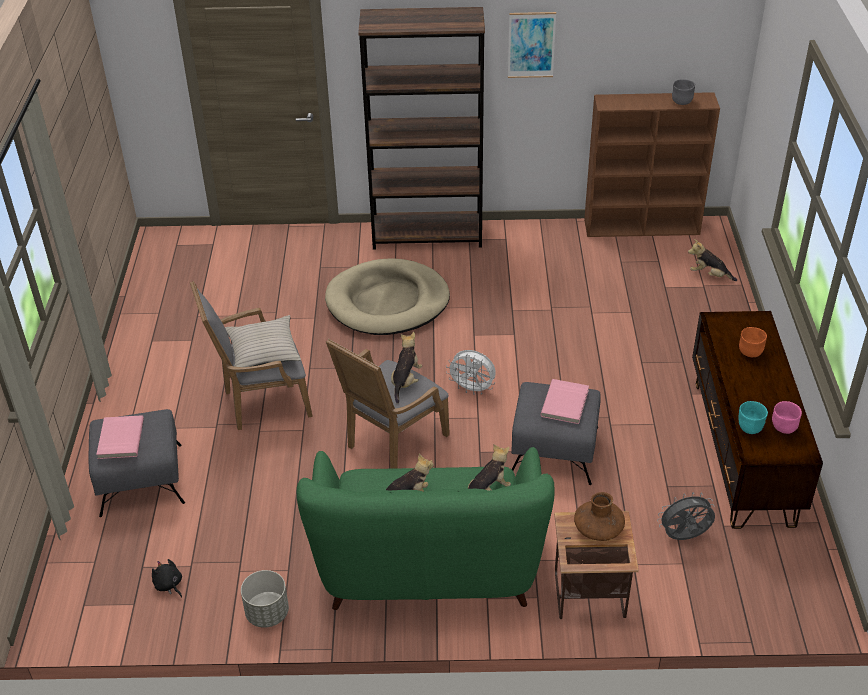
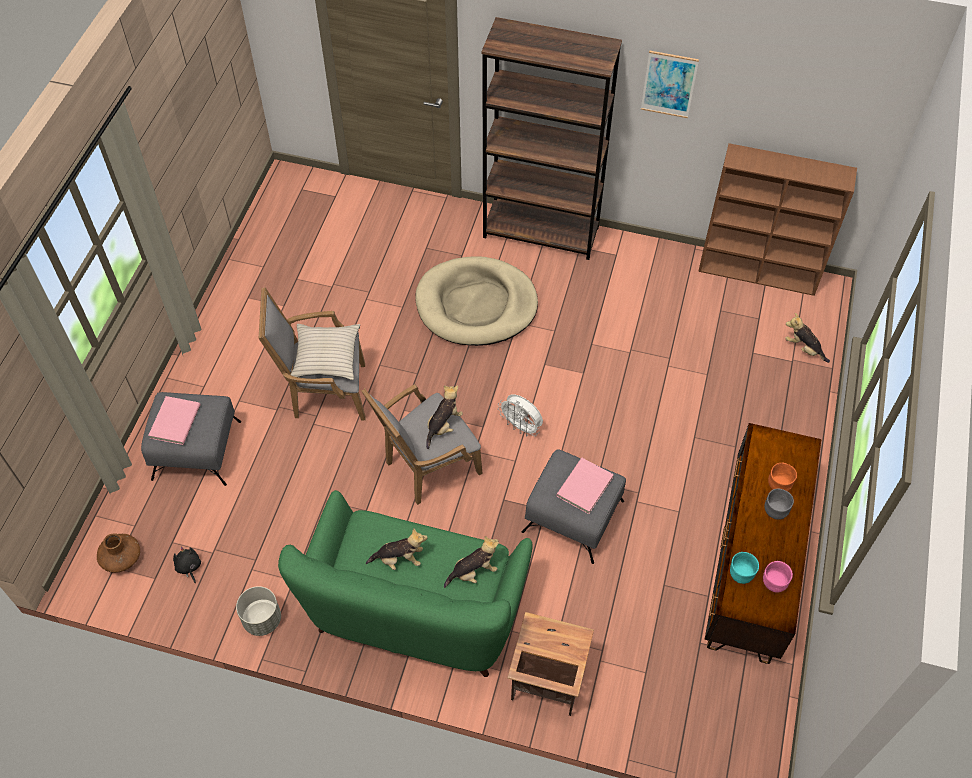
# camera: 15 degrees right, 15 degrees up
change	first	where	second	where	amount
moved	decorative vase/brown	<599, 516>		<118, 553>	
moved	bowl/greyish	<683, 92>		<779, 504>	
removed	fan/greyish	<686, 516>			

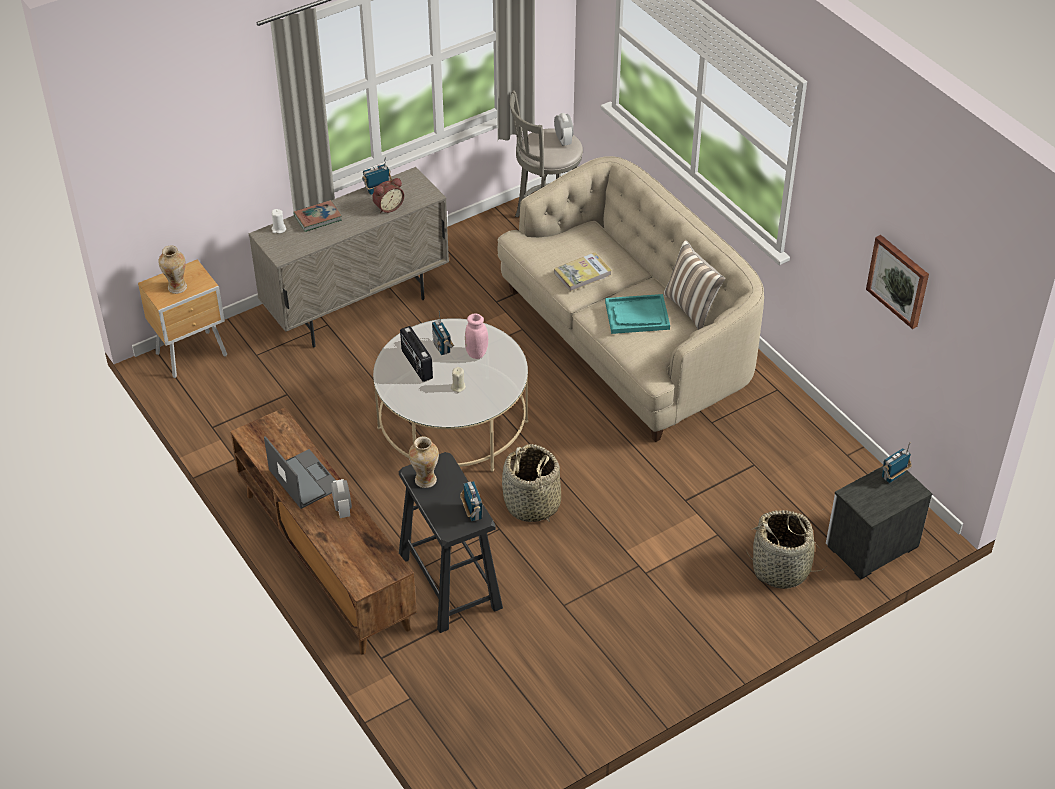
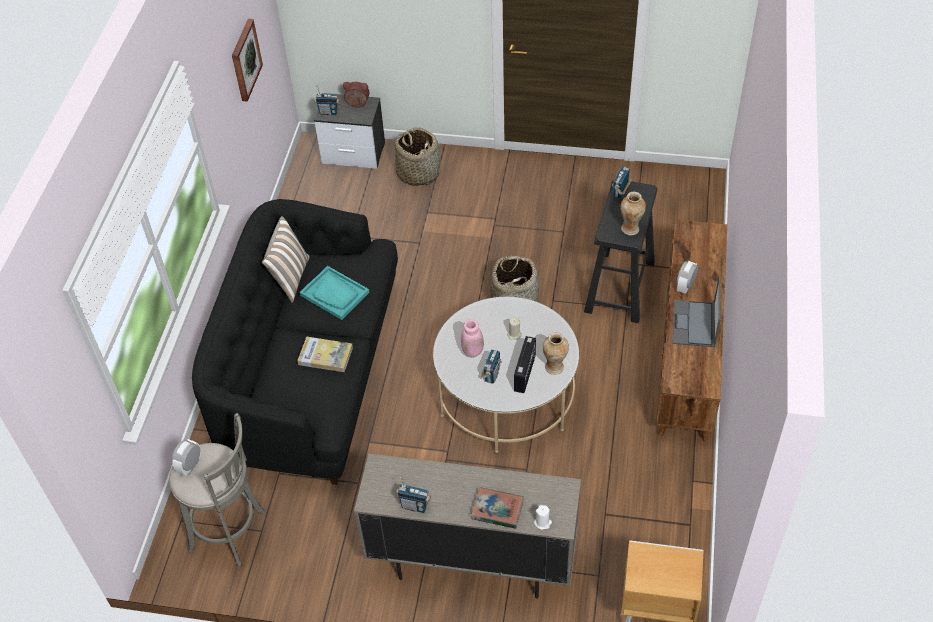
# camera: 135 degrees left, 5 degrees up
change	first	where	second	where	amount
recoloured	couch/beige-coloured	<631, 299>	couch/black-coloured	<295, 342>	
moved	table clock	<388, 195>		<356, 95>	
moved	decorative vase	<172, 269>		<556, 353>	

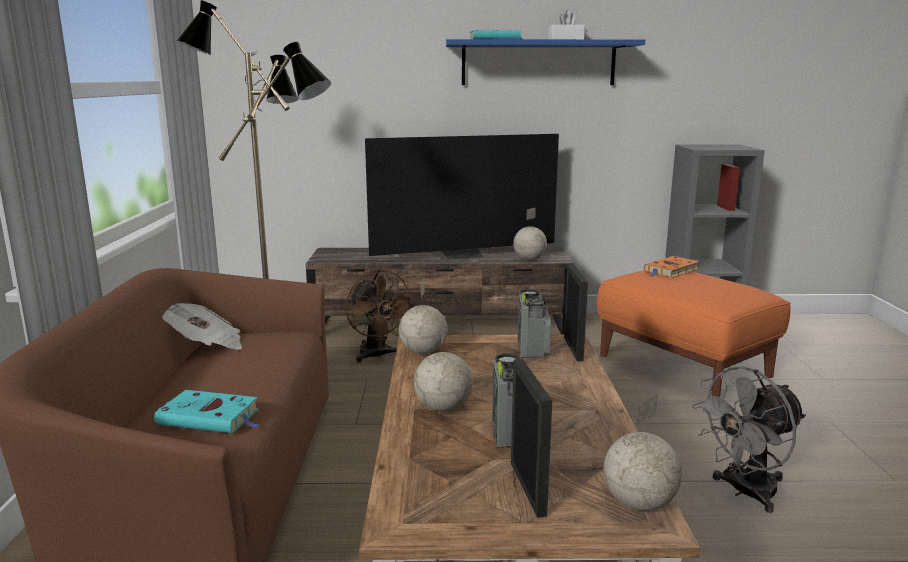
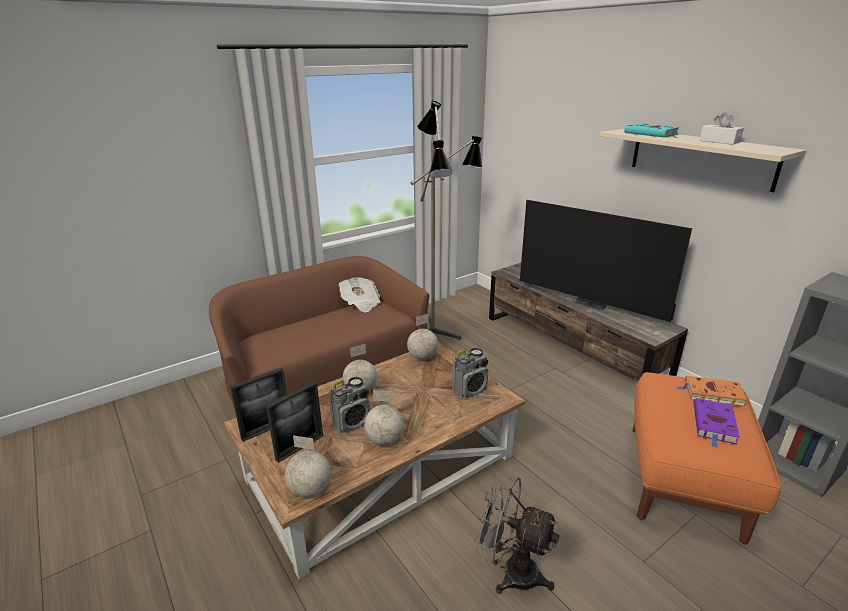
# camera: 55 degrees right, 10 degrees up
change	first	where	second	where	amount
moved	standing frame	<576, 312>		<258, 405>	
moved	globe	<530, 233>		<384, 417>	
recoloured	wall shelf/blue	<545, 62>	wall shelf/beige-coloured	<703, 160>	
added			bound book/purple-coloured	<716, 423>	
removed	bound book/turquoise-coloured	<207, 411>			
removed	fan/brown	<381, 315>			

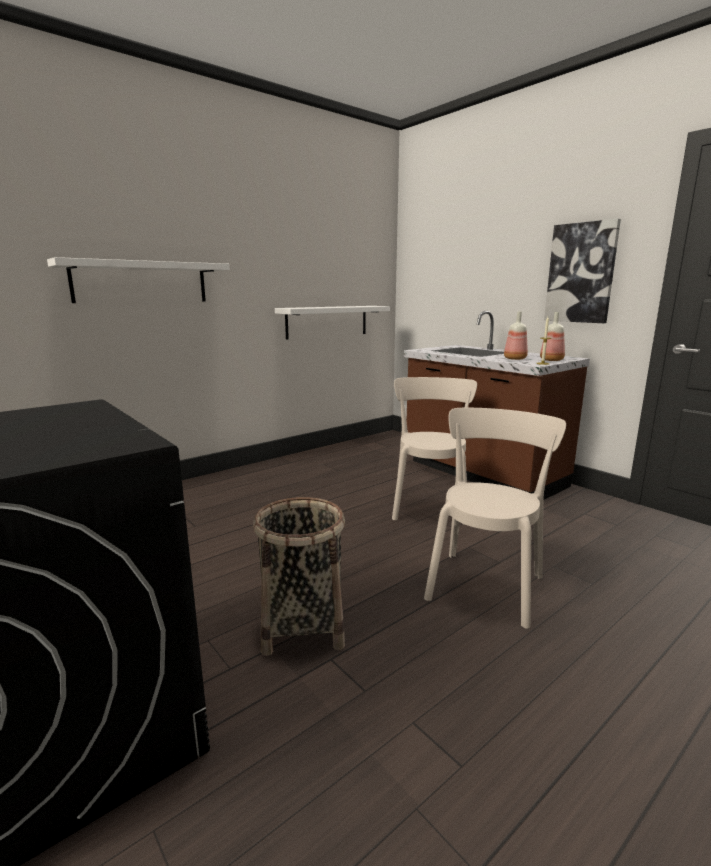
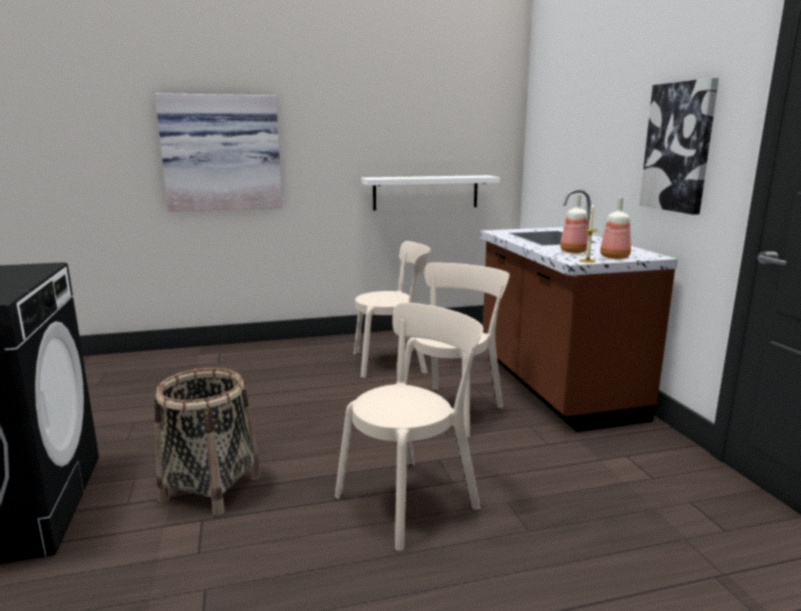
# camera: 25 degrees right, 0 degrees up
change	first	where	second	where	amount
replaced	wall shelf/whitish	<138, 280>	picture	<218, 152>	
added			upright chair/beige-coloured	<392, 309>	

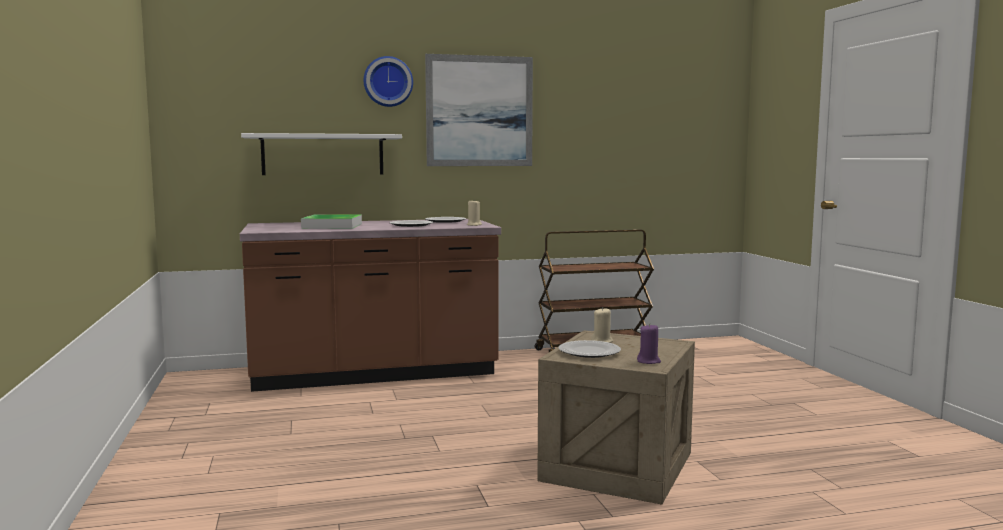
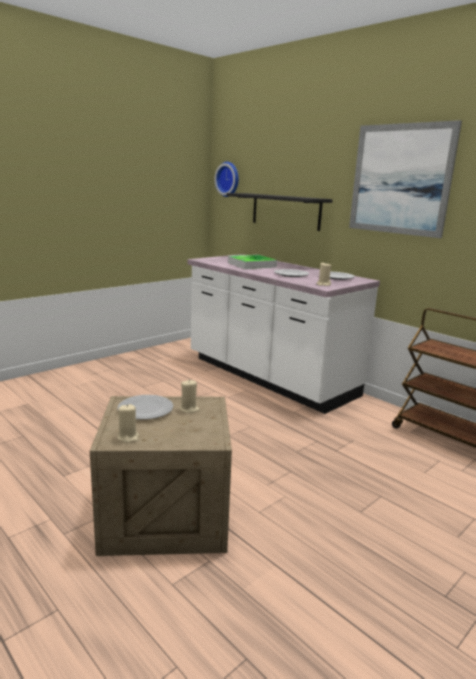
# camera: 60 degrees right, 10 degrees up
change	first	where	second	where	amount
recoloured	wax light/purple-coloured	<649, 343>	wax light/beige-coloured	<128, 423>	
recoloured	kitchen base unit/brown	<370, 305>	kitchen base unit/whitish	<284, 334>	
moved	wall clock	<388, 81>		<226, 179>	
recoloured	wall shelf/whitish	<321, 154>	wall shelf/black-coloured	<279, 212>	

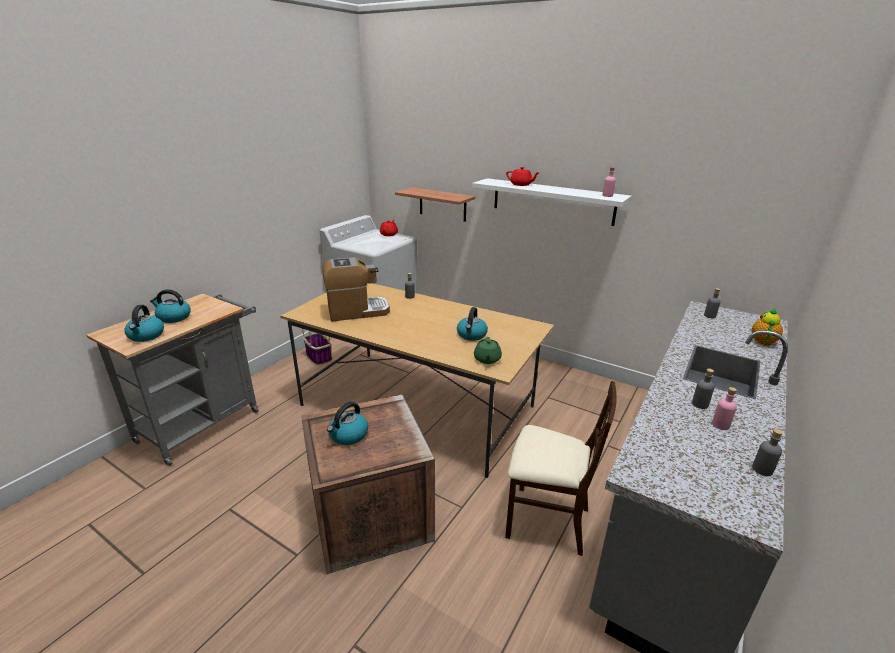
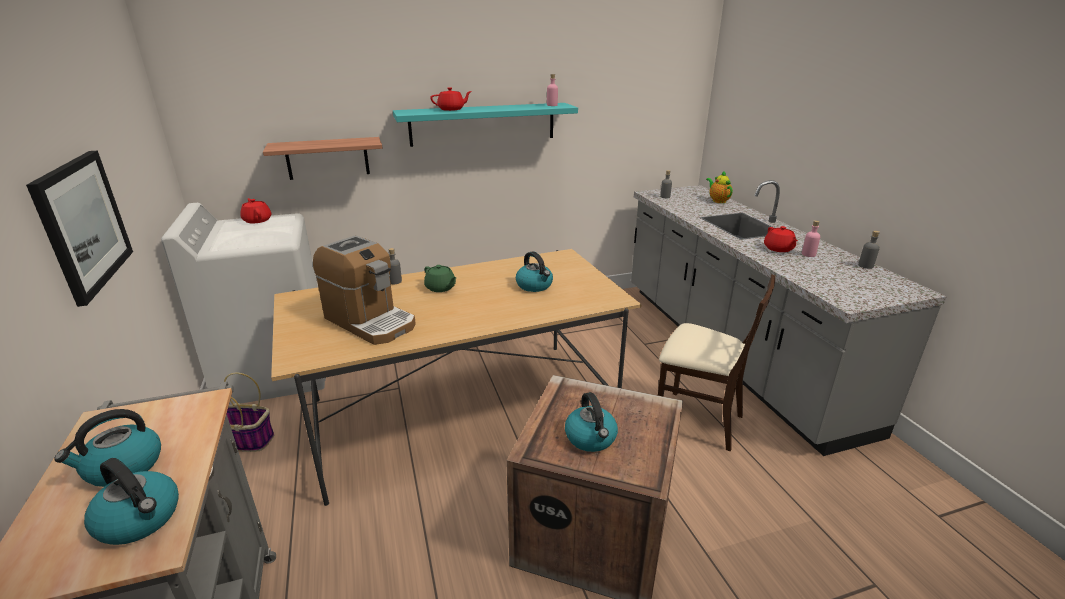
# camera: 50 degrees left, 0 degrees up
change	first	where	second	where	amount
added			picture	<79, 228>	
turned	coffee machine	<356, 289>		<364, 290>	105 degrees clockwise
recoloured	wall shelf/whitish	<552, 202>	wall shelf/turquoise-coloured	<485, 125>	
moved	tea pot/greenish	<488, 350>		<440, 278>	
turned	upright chair/beige-coloured	<561, 468>		<716, 363>	60 degrees clockwise
replaced	drink bottle/greyish	<703, 388>	tea pot/reddish	<781, 239>	

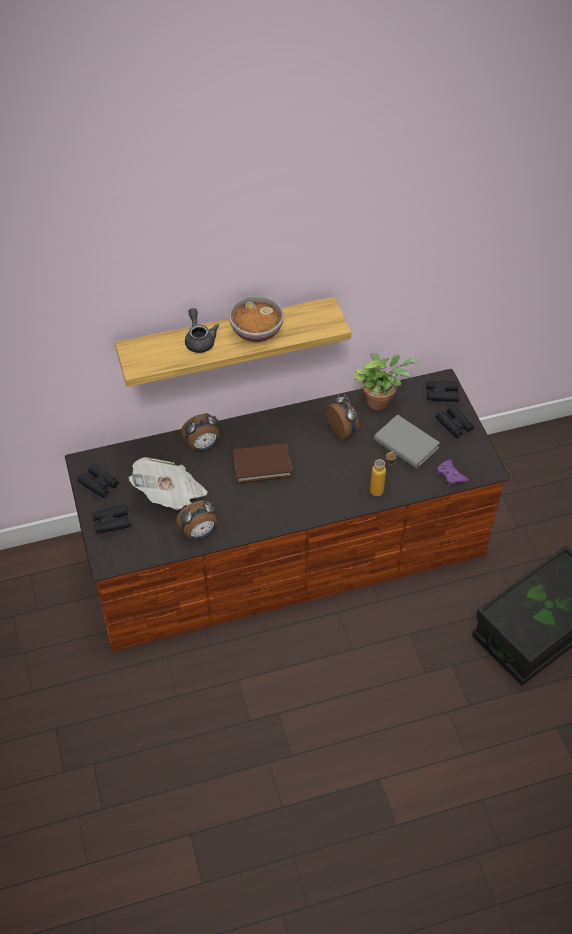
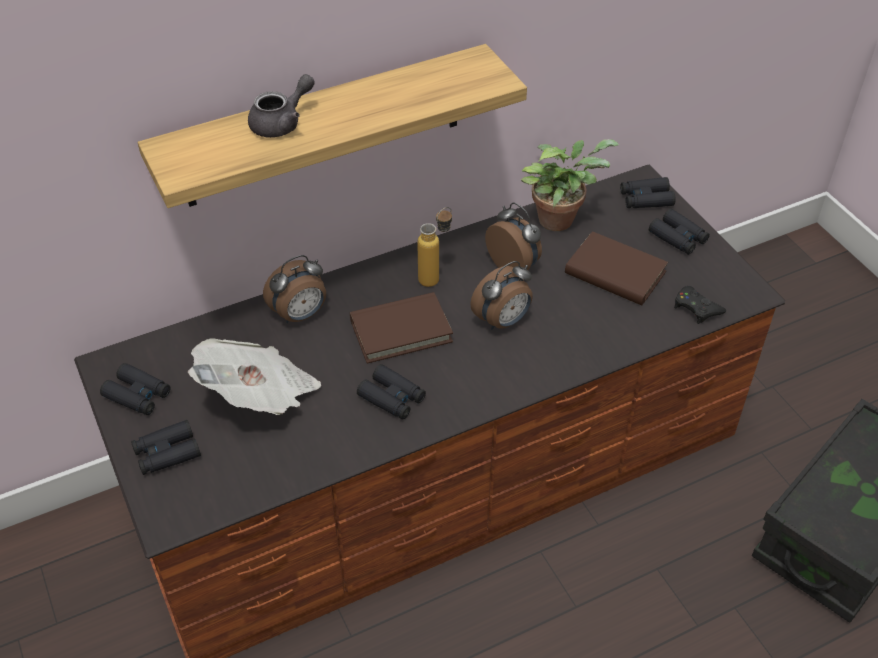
# camera: 10 degrees left, 5 degrees down
change	first	where	second	where	amount
turned	tea pot/greyish	<202, 330>		<281, 106>	75 degrees clockwise
added			field glasses/black-coloured	<391, 392>	
moved	drink bottle	<383, 473>		<434, 247>	
moved	table clock	<196, 519>		<501, 295>	
recoloured	bound book/greyish	<407, 441>	bound book/brown	<616, 268>	
recoloured	game controller/purple-coloured	<453, 473>	game controller/black-coloured	<700, 305>	
removed	bowl	<256, 319>			

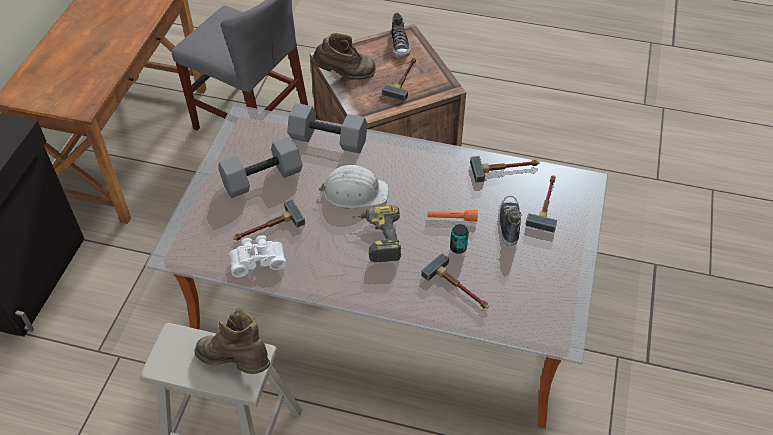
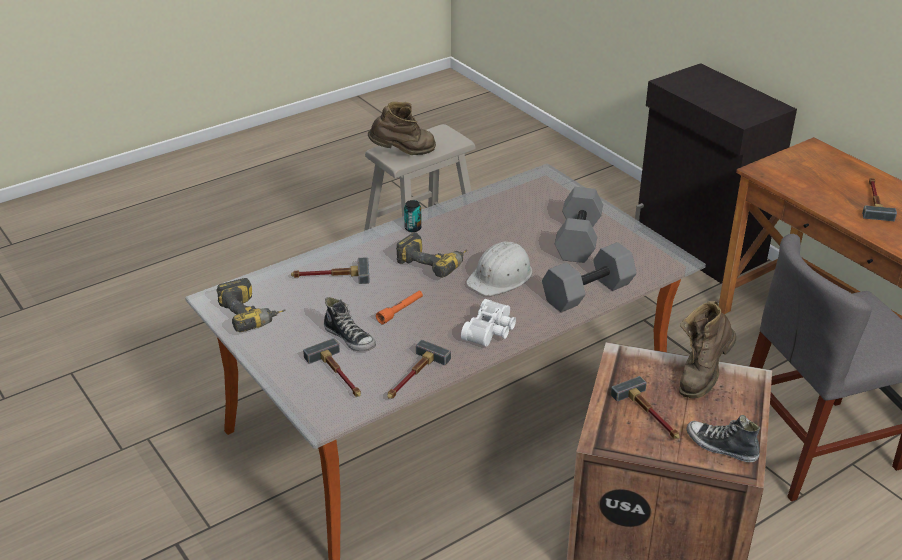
# camera: 130 degrees right, 15 degrees down
change	first	where	second	where	amount
added			electric drill	<251, 305>	
moved	metal can	<459, 239>		<413, 216>	
moved	field glasses/whitish	<257, 256>		<488, 323>	
moved	hammer	<269, 220>		<879, 199>	

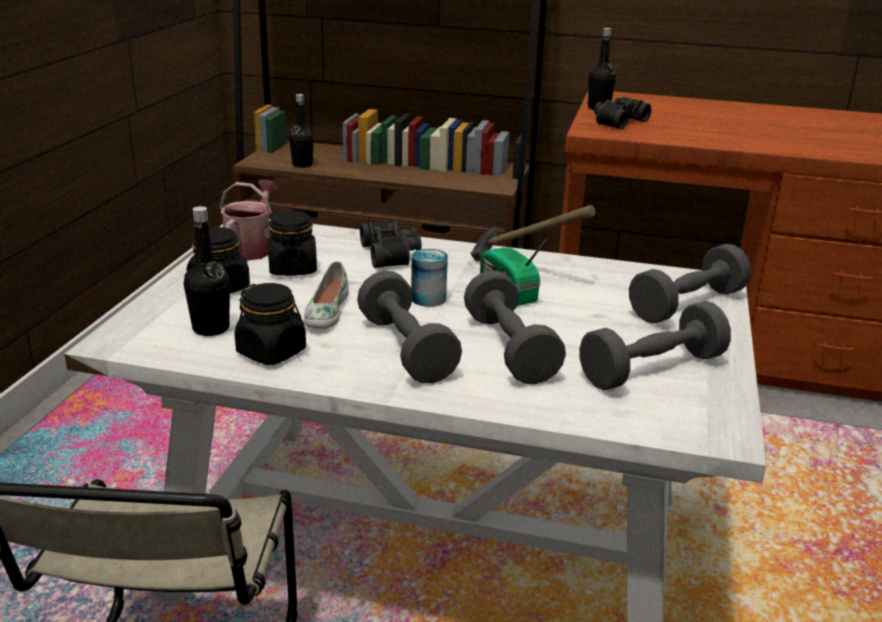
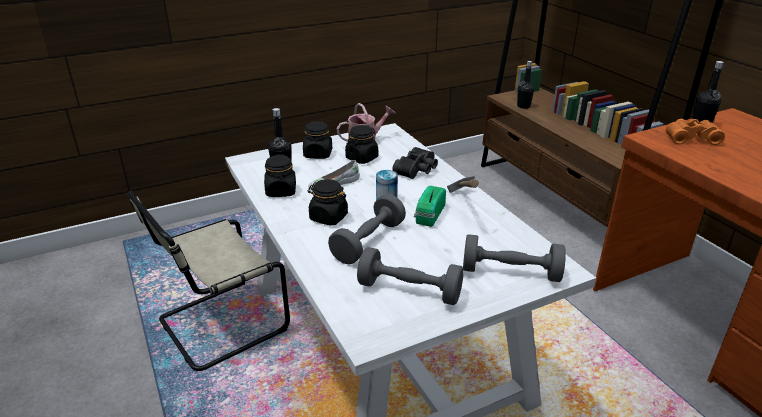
# camera: 50 degrees right, 5 degrees up
change	first	where	second	where	amount
replaced	dumbbell/greyish	<409, 327>	preserve jar/black-coloured	<327, 202>	
recoloured	field glasses/black-coloured	<622, 113>	field glasses/orange	<695, 132>	

